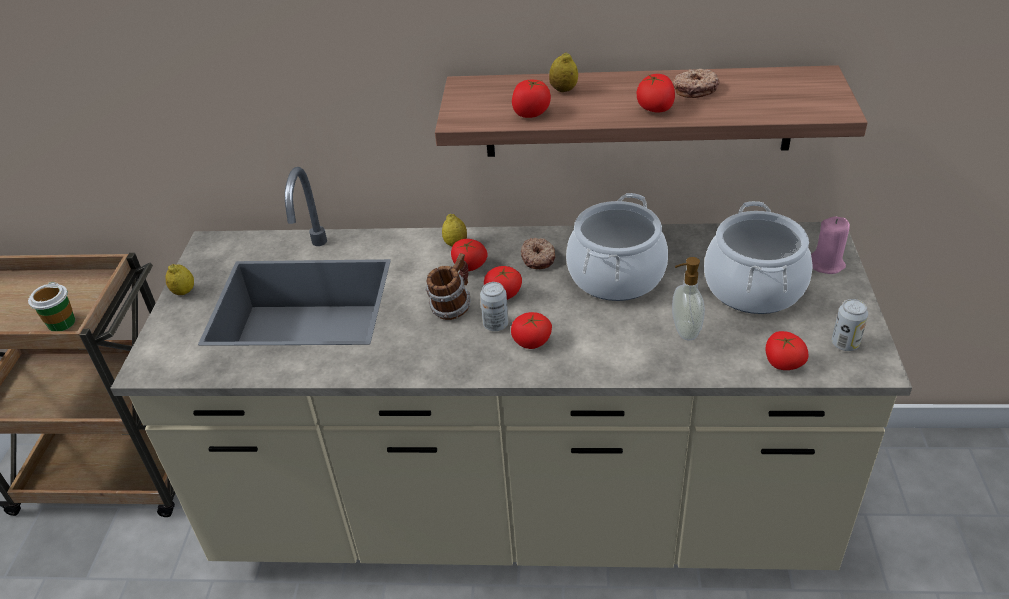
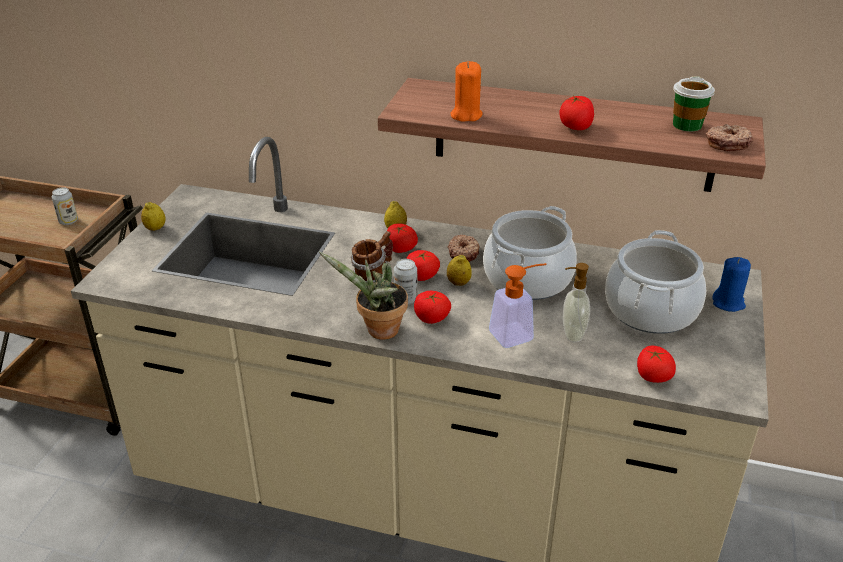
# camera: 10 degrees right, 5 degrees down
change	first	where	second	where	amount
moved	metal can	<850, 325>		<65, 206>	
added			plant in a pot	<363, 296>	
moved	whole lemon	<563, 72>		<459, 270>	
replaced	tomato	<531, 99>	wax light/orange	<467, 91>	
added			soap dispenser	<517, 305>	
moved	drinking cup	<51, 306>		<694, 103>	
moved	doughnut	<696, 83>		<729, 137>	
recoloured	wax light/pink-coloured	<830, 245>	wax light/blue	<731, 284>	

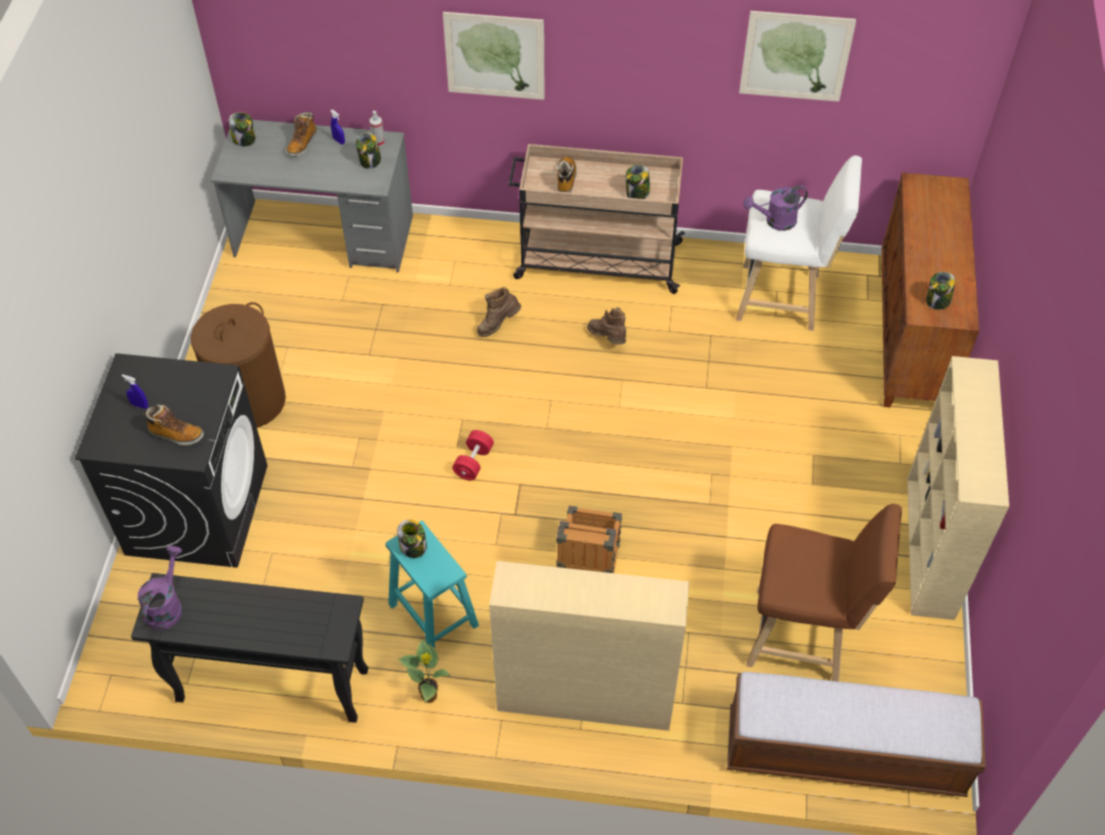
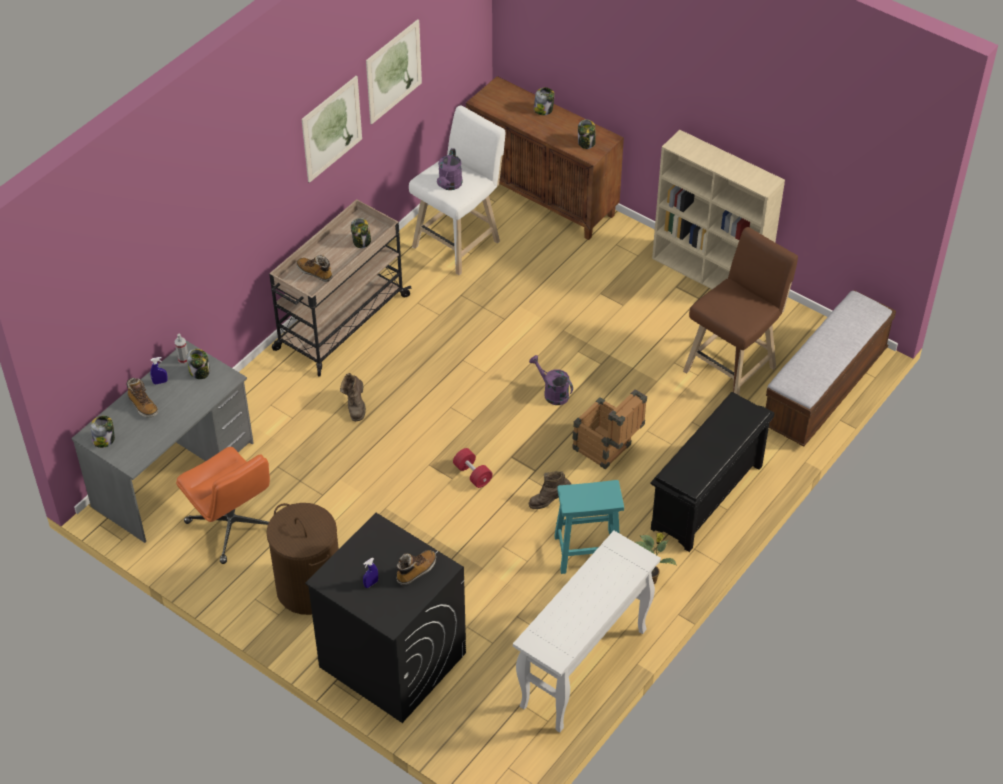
# camera: 60 degrees left, 5 degrees down
change	first	where	second	where	amount
added			computer chair/orange	<223, 505>	
moved	picture	<494, 56>		<332, 129>	
recoloured	narrow table/black-coloured	<249, 648>	narrow table/whitish	<587, 632>	
moved	watering can/purple-coloured	<160, 588>		<551, 380>	
moved	high-top boot/brown	<606, 326>		<550, 490>	
moved	preserve jar	<412, 539>		<544, 101>	
replaced	bookshelf/beige-coloured	<589, 646>	shoe stand/black-coloured	<712, 472>	

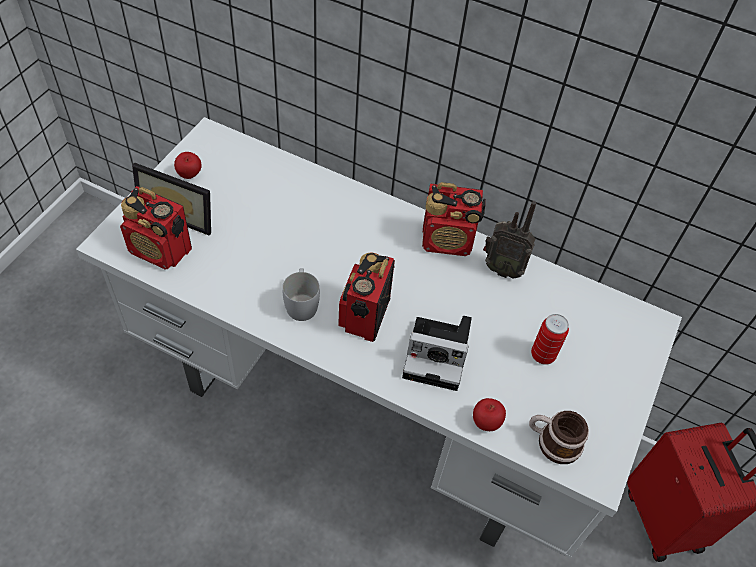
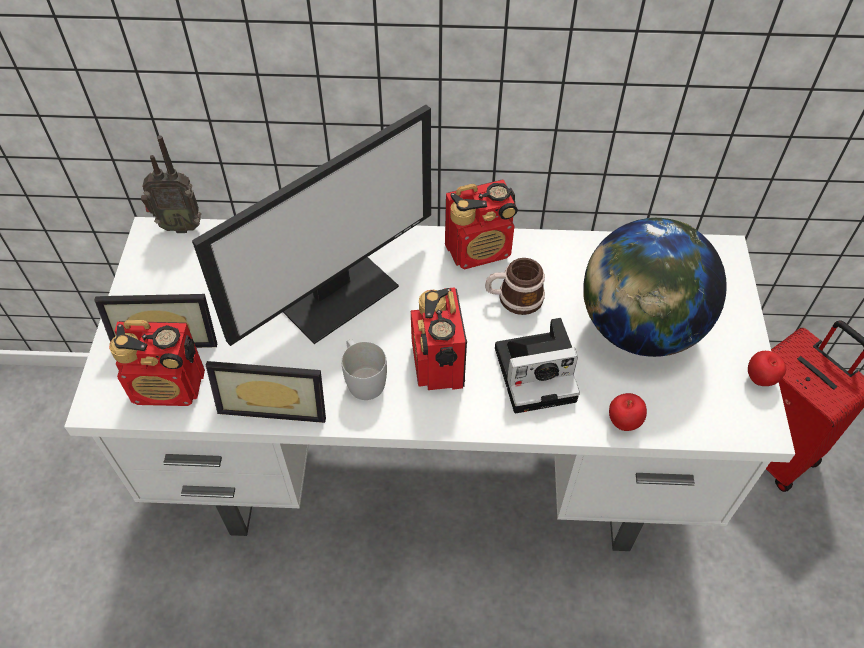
# camera: 20 degrees left, 0 degrees up
change	first	where	second	where	amount
moved	radio	<509, 240>		<171, 184>	
added			computer display	<311, 225>	
added			standing frame	<266, 392>	
moved	coffee mug	<559, 437>		<515, 286>	
replaced	metal can	<550, 339>	globe	<655, 287>	
moved	apple	<187, 165>		<767, 368>	

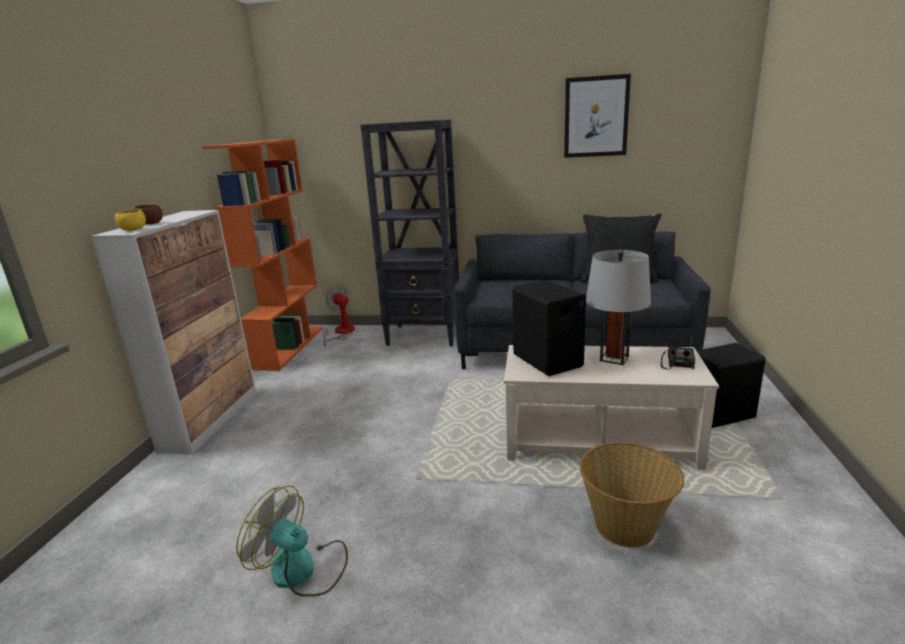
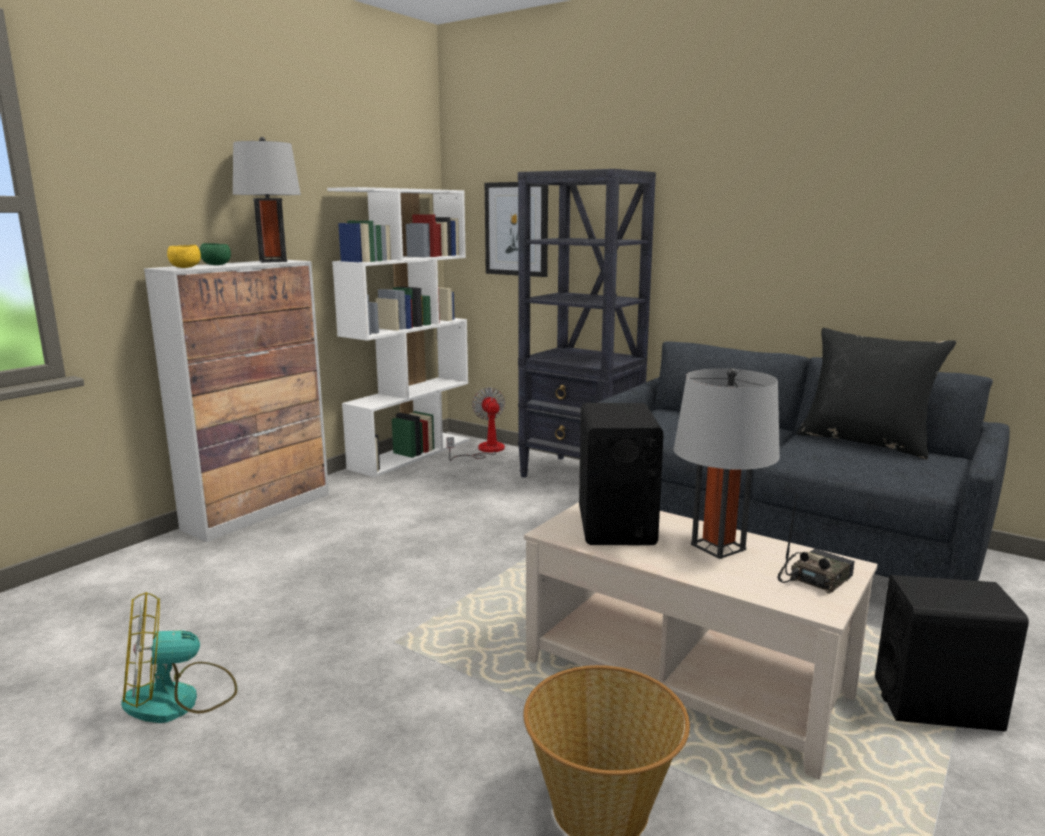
# camera: 25 degrees right, 5 degrees down
change	first	where	second	where	amount
turned	fan	<292, 541>		<179, 657>	75 degrees counterclockwise
recoloured	bowl/brown	<148, 214>	bowl/greenish	<215, 254>	
added			table lamp/greyish	<267, 200>	
recoloured	bookshelf/orange	<263, 255>	bookshelf/whitish	<398, 332>	
moved	picture	<597, 116>		<516, 229>	

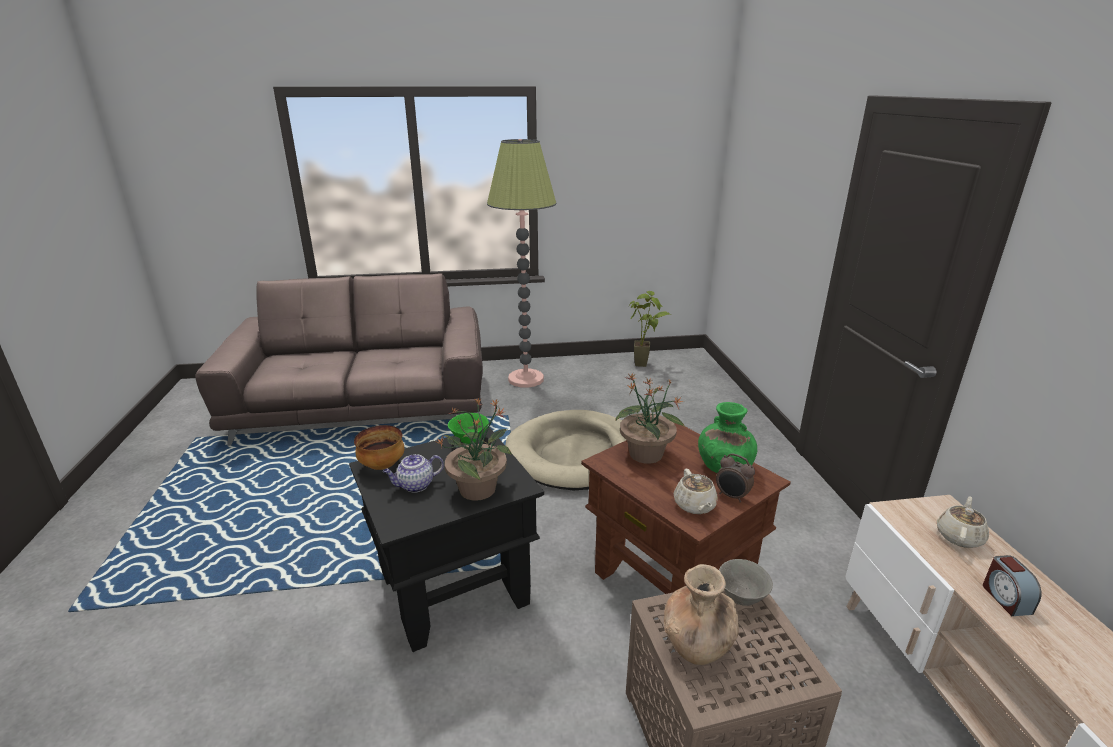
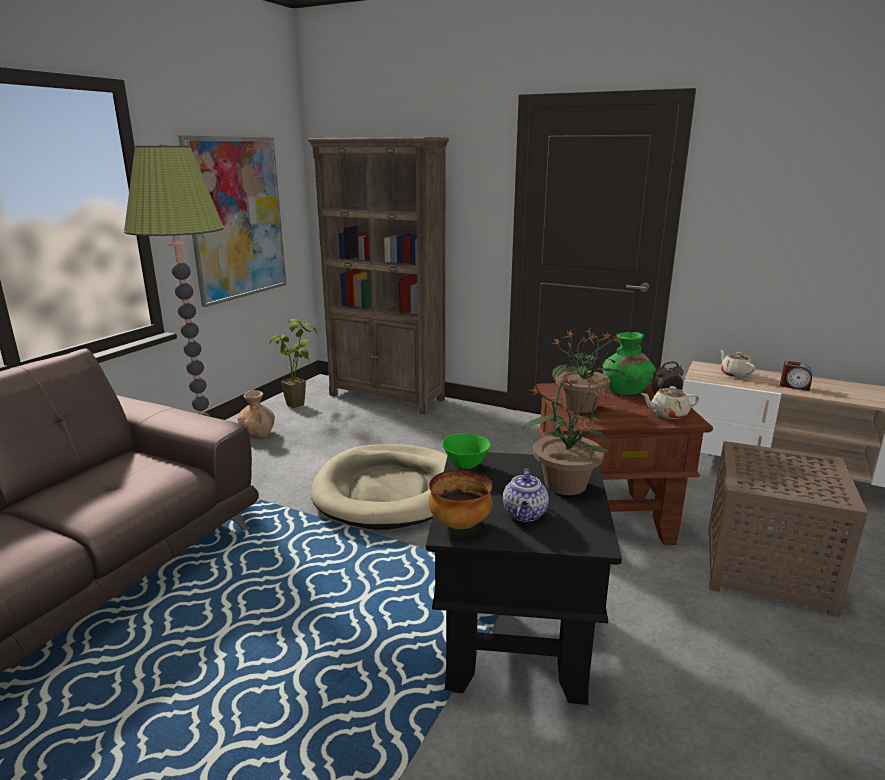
# camera: 55 degrees left, 5 degrees down
change	first	where	second	where	amount
added			picture	<232, 221>	
moved	decorative vase/brown	<701, 614>		<256, 414>	
added			bookshelf/brown	<378, 275>	
turned	tea pot/beige-coloured	<696, 491>		<669, 402>	150 degrees clockwise
removed	bowl/greyish	<746, 582>			

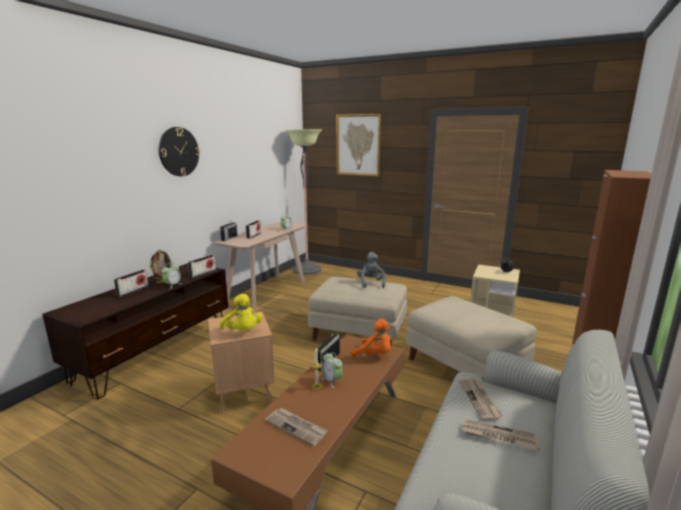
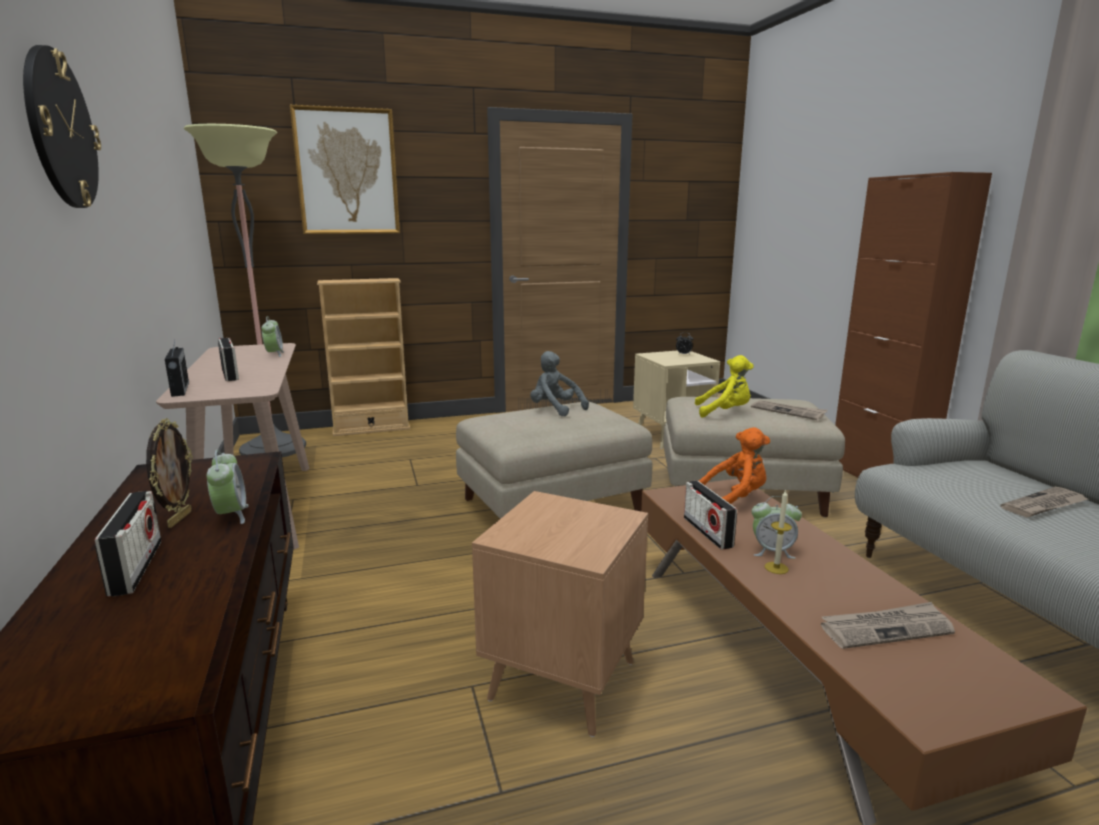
# camera: 45 degrees left, 0 degrees up
change	first	where	second	where	amount
added			bookshelf/beige-coloured	<363, 357>	
moved	plush toy/yellow-coloured	<241, 312>		<724, 386>	
moved	daily paper	<481, 399>		<789, 410>	
removed	radio	<202, 266>			

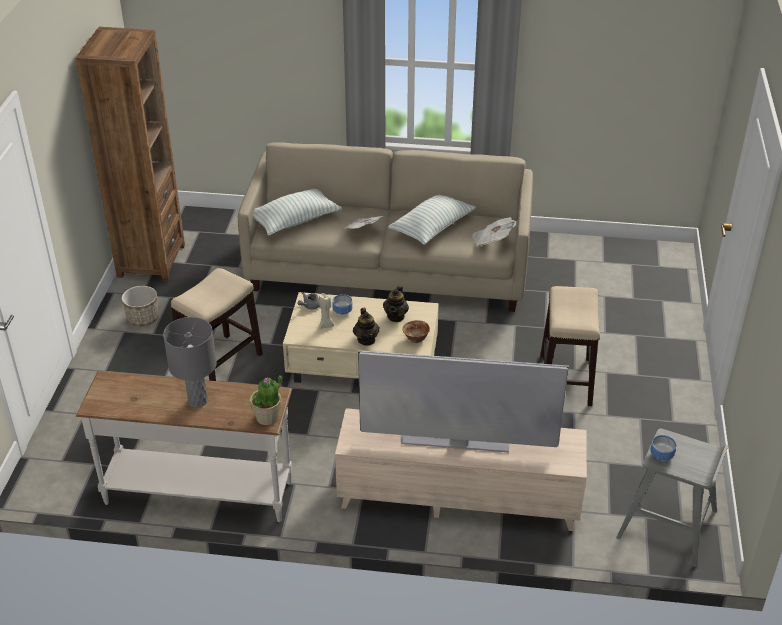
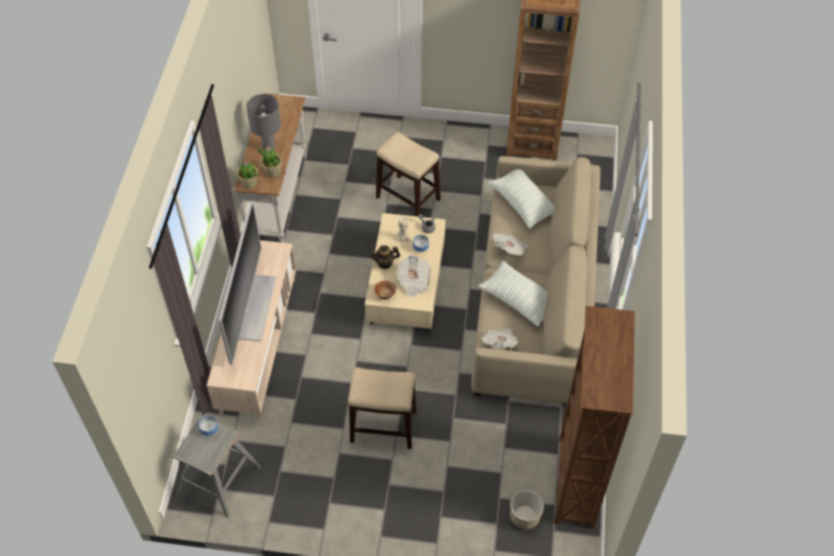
# camera: 90 degrees right, 15 degrees up
change	first	where	second	where	amount
added			plant in a pot	<269, 162>	
replaced	tea pot	<396, 303>	daily paper	<413, 276>	
moved	flower pot	<140, 306>		<527, 510>	
added			bookshelf/brown	<594, 417>	

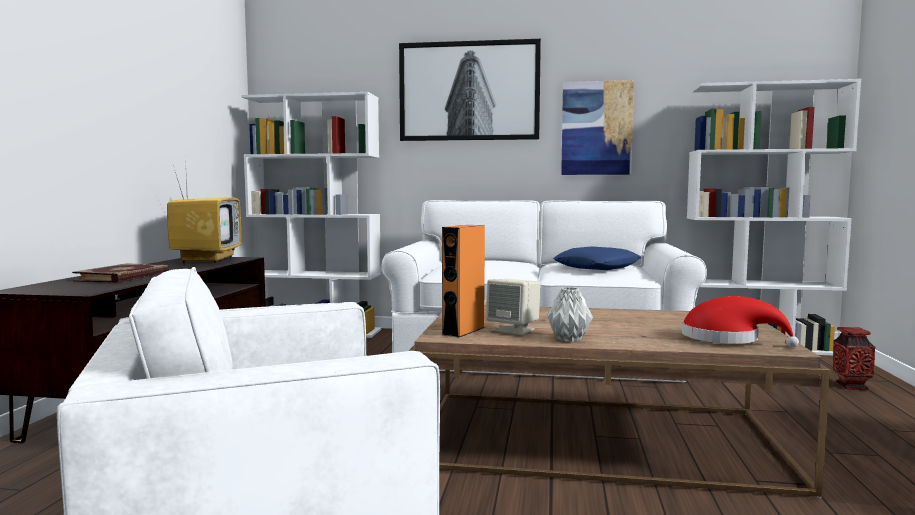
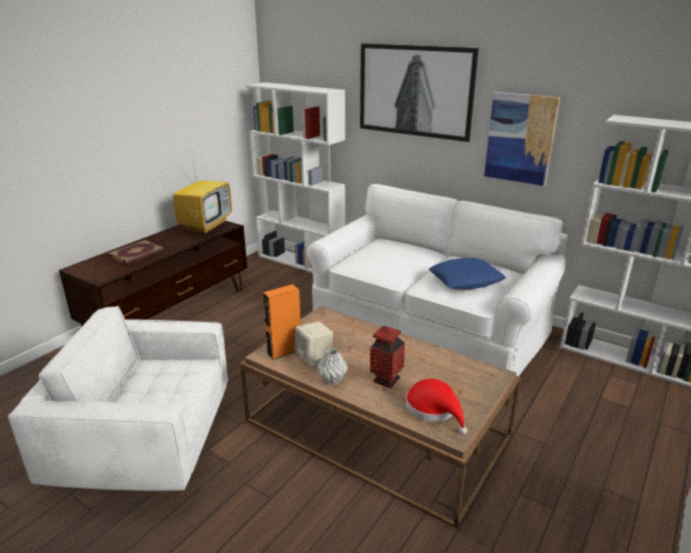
# camera: 25 degrees right, 20 degrees up
change	first	where	second	where	amount
moved	decorative vase	<854, 358>		<387, 357>	

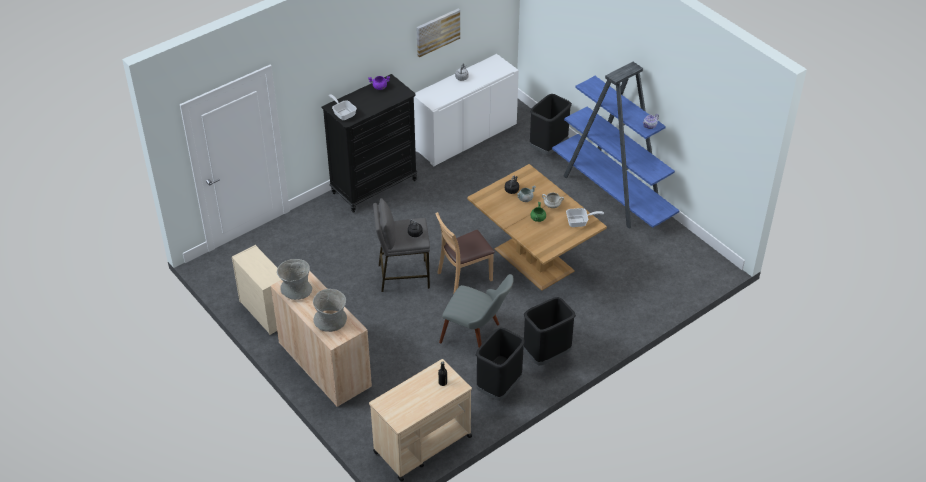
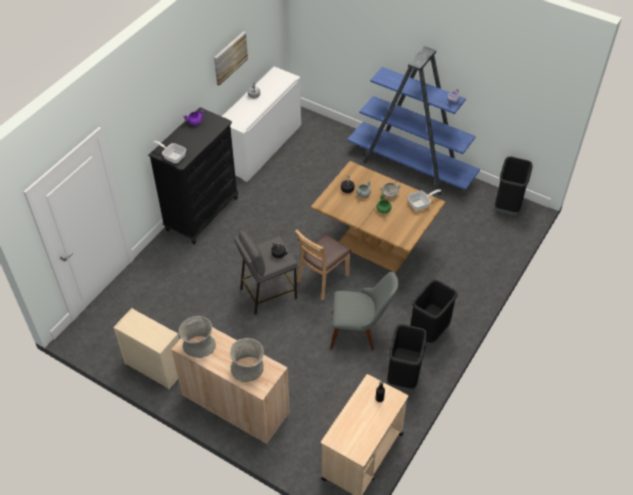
# camera: 20 degrees left, 5 degrees up
change	first	where	second	where	amount
moved	trash can/black-coloured	<551, 124>		<513, 186>	

